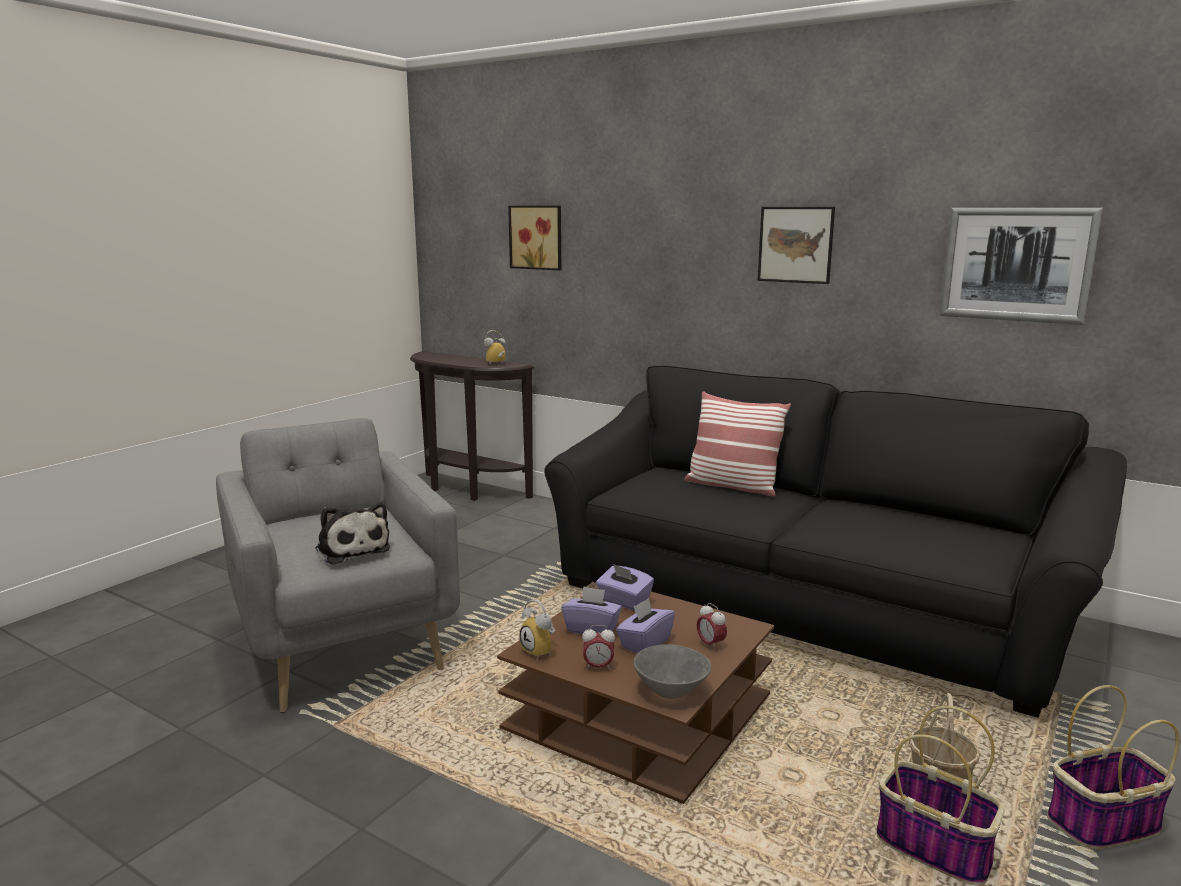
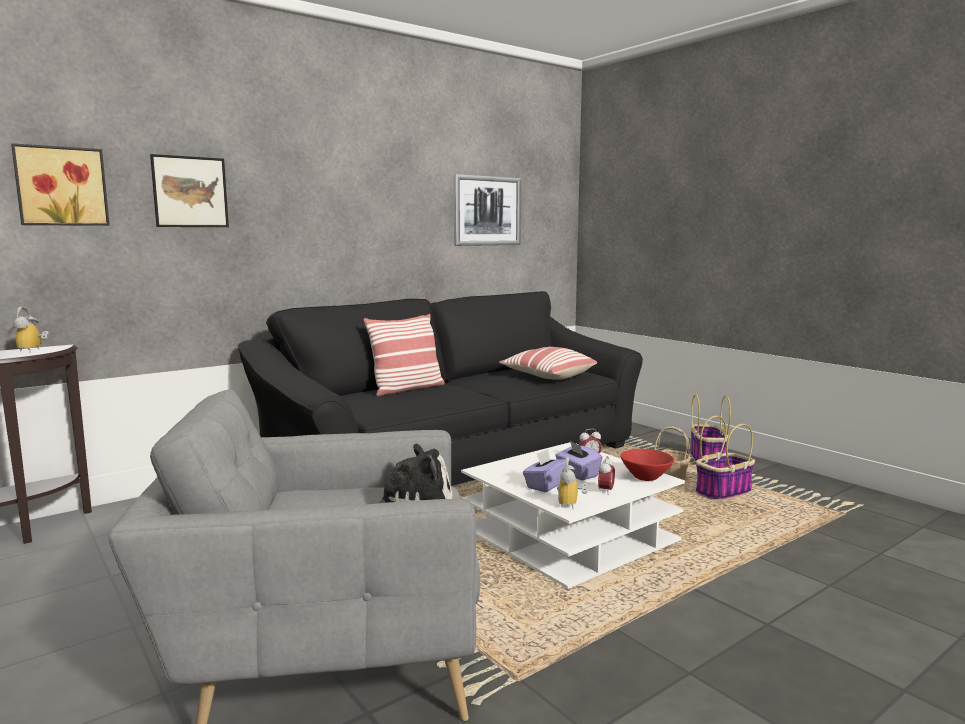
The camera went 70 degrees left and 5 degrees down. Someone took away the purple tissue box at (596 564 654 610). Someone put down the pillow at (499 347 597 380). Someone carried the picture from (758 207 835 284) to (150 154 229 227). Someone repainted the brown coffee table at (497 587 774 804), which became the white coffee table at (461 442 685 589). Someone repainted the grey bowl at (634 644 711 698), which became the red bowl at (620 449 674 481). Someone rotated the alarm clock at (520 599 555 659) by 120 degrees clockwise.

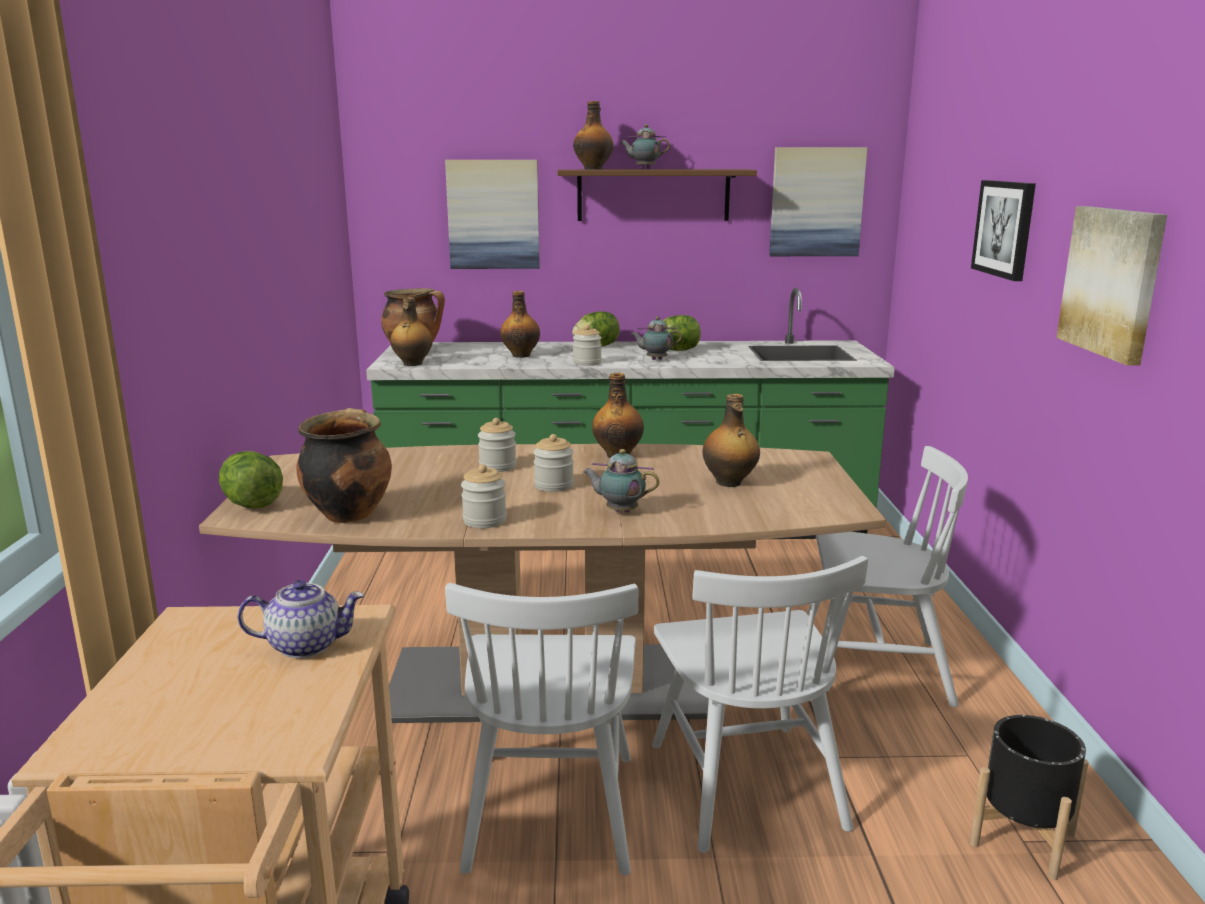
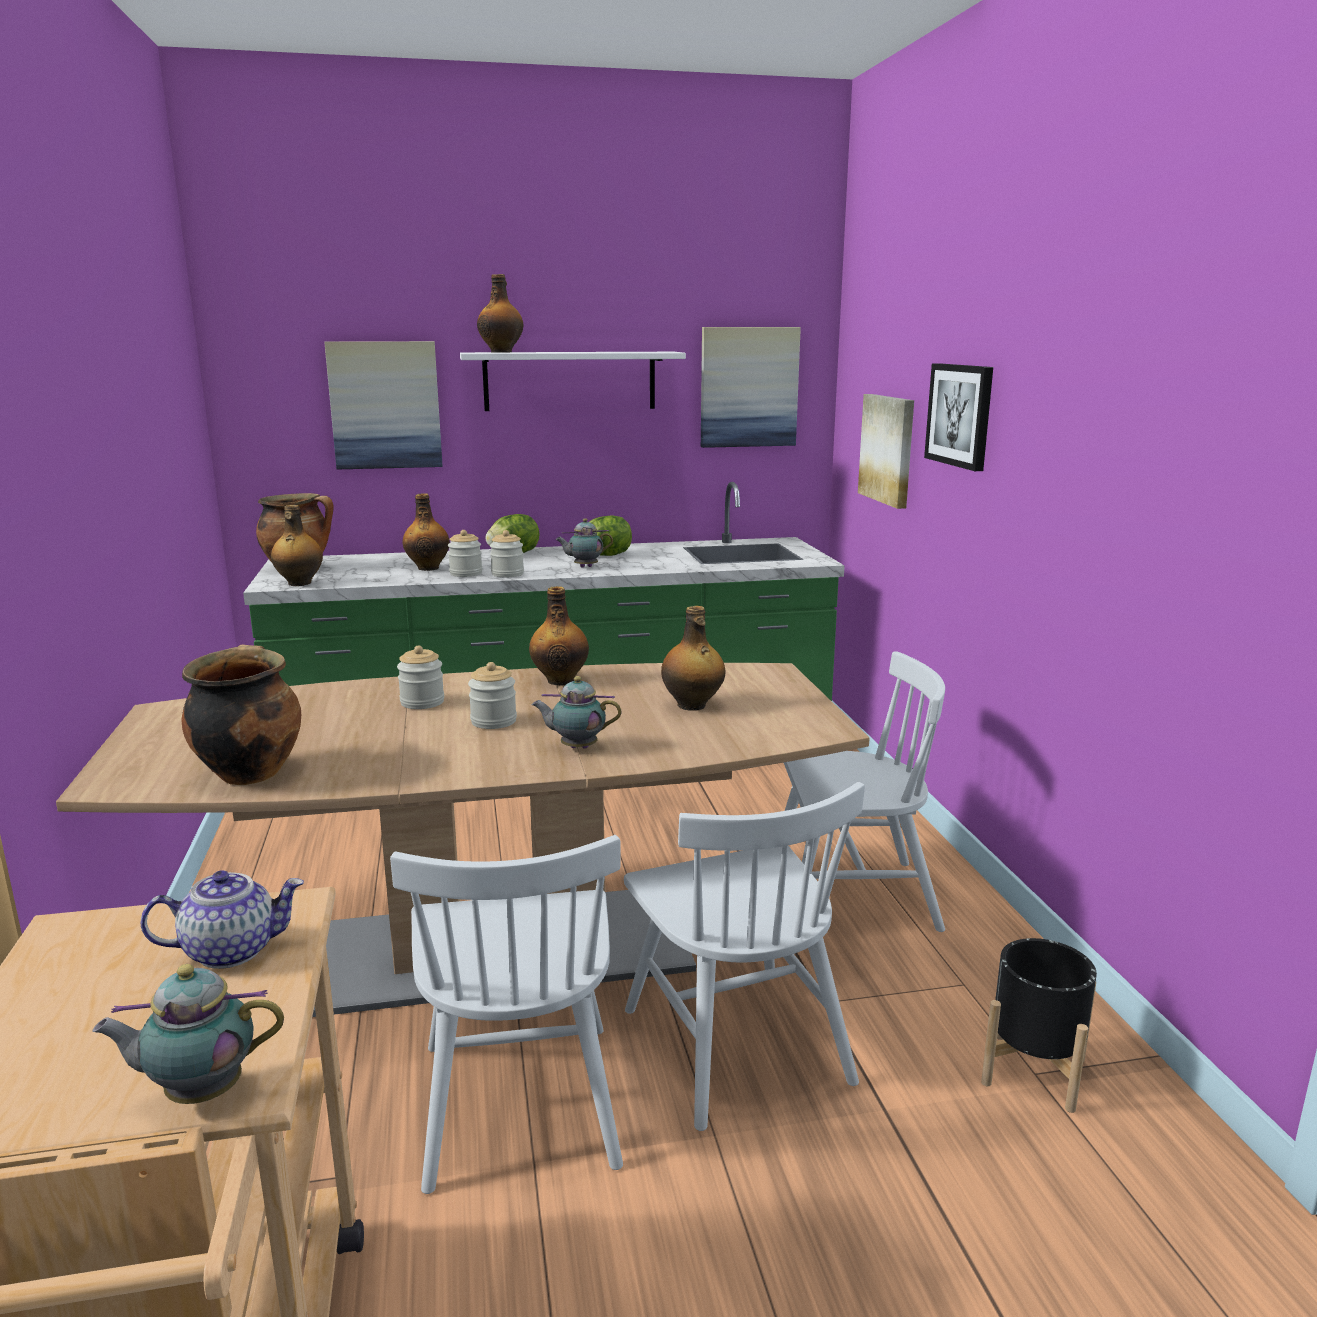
The camera went 10 degrees left and 0 degrees up. Someone took away the lettuce at (218 451 283 509). Someone carried the jar from (461 464 507 528) to (448 530 482 577). Someone carried the teapot from (620 124 670 169) to (92 964 284 1104). Someone carried the picture from (1056 206 1167 366) to (858 394 914 509). Someone repainted the brown shelf at (557 169 757 221), which became the white shelf at (460 352 686 411).

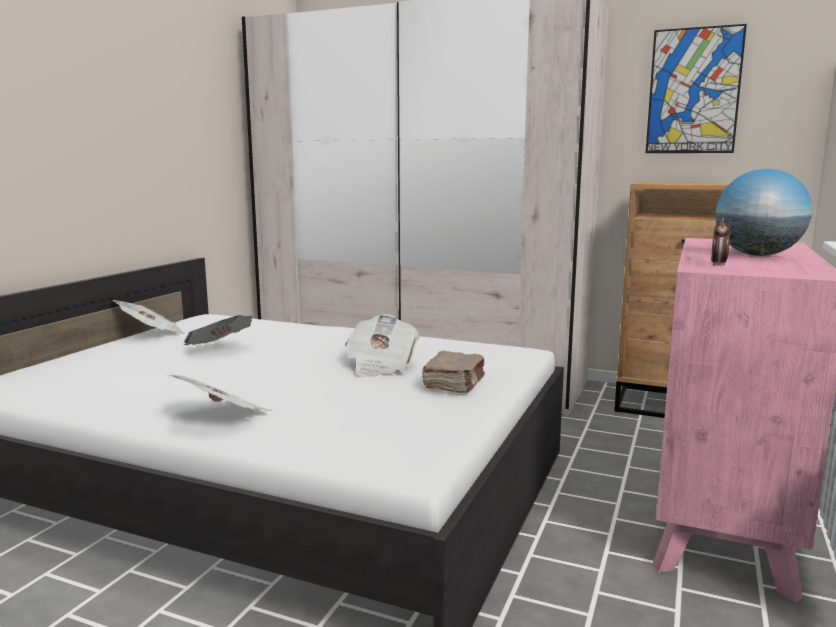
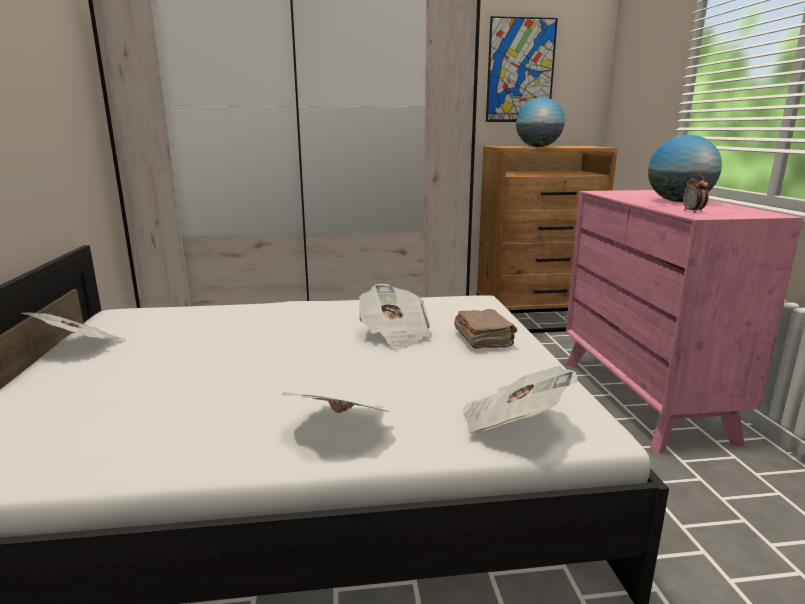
The camera went 30 degrees left and 5 degrees up. Someone put down the globe at (516 97 565 147). Someone carried the newspaper from (184 315 253 345) to (463 366 577 433).

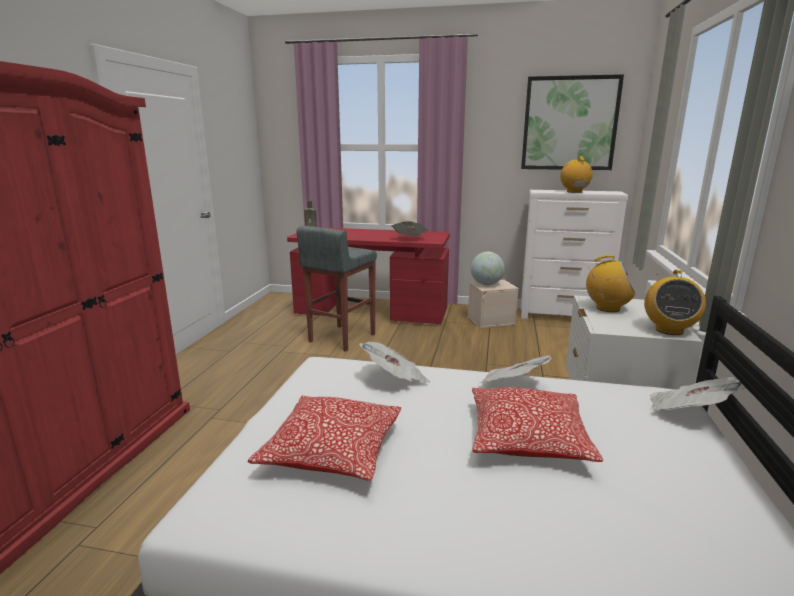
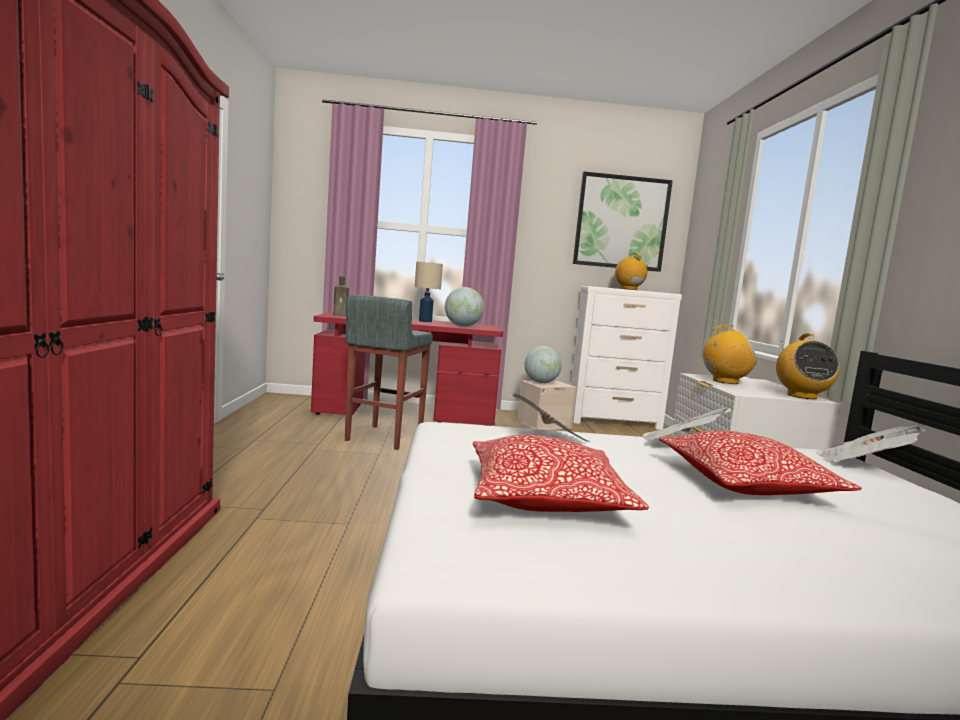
The camera went 15 degrees left and 10 degrees down. Someone put down the beige table lamp at (415 262 443 322). Someone swapped the newspaper at (392 221 427 236) for the globe at (445 287 484 327).

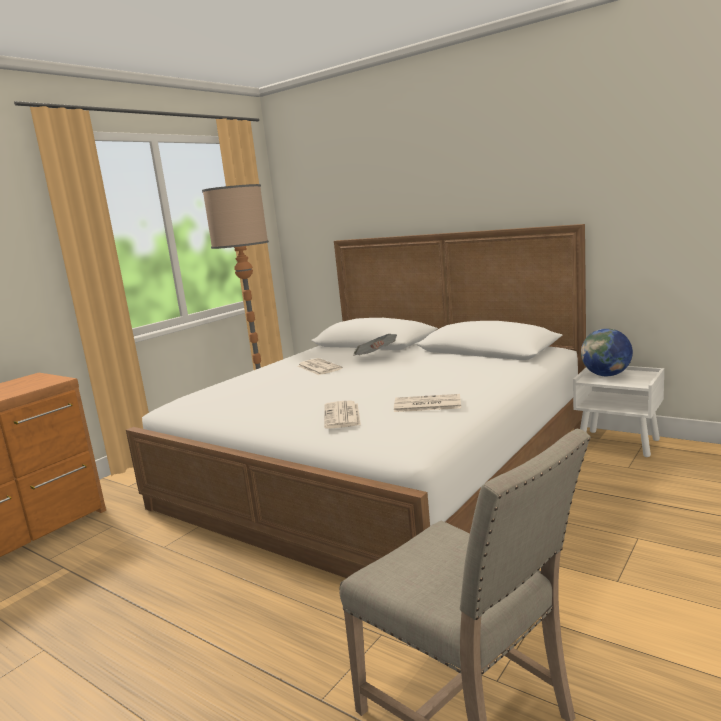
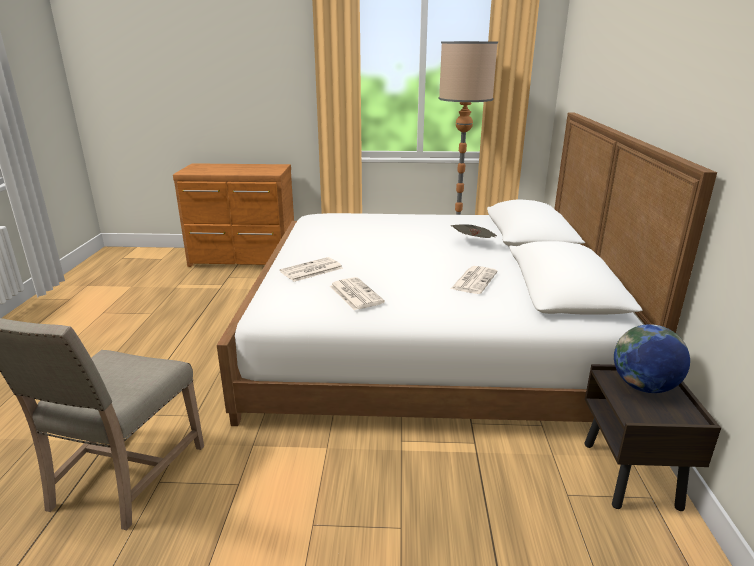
The camera went 55 degrees right and 10 degrees up. Someone carried the newspaper from (298 358 343 375) to (451 266 498 294). Someone repainted the white nightstand at (573 366 664 457), which became the brown nightstand at (585 364 721 511).

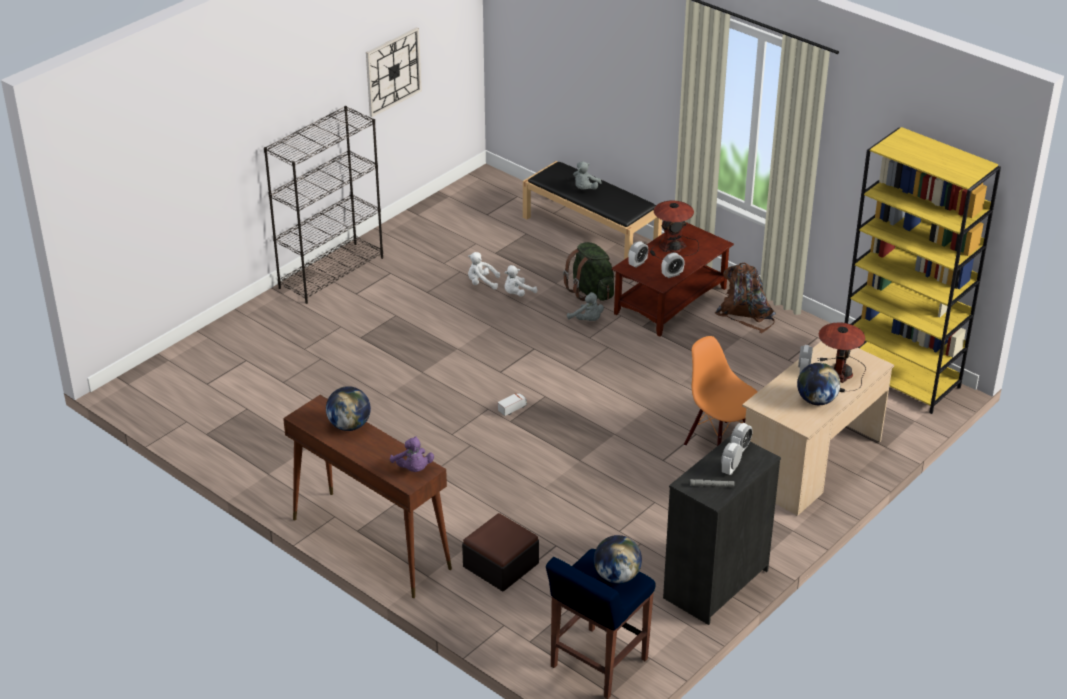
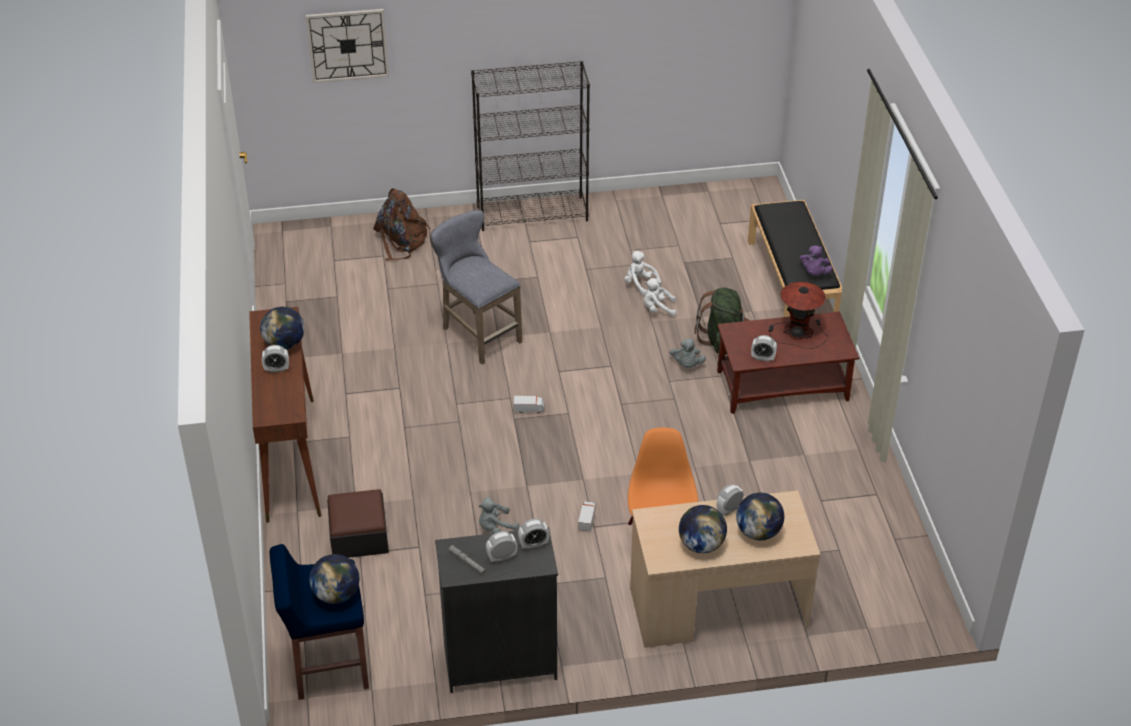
The camera went 40 degrees right and 5 degrees up. Someone took away the yellow bookcase at (845 127 1001 414). Someone put down the grey stool at (430 210 522 365). Someone put down the toy truck at (578 502 596 532). Someone carried the wall clock from (366 27 422 117) to (306 9 389 83). Someone carried the purple plush toy from (390 436 434 472) to (800 245 833 276). Someone carried the grey plush toy from (573 161 602 190) to (478 497 520 533). Someone carried the alarm clock from (628 241 648 268) to (262 345 289 373). Someone carried the brown backpack from (715 263 776 334) to (373 188 431 261). Someone swapped the table lamp at (817 323 866 392) for the globe at (736 492 784 540).

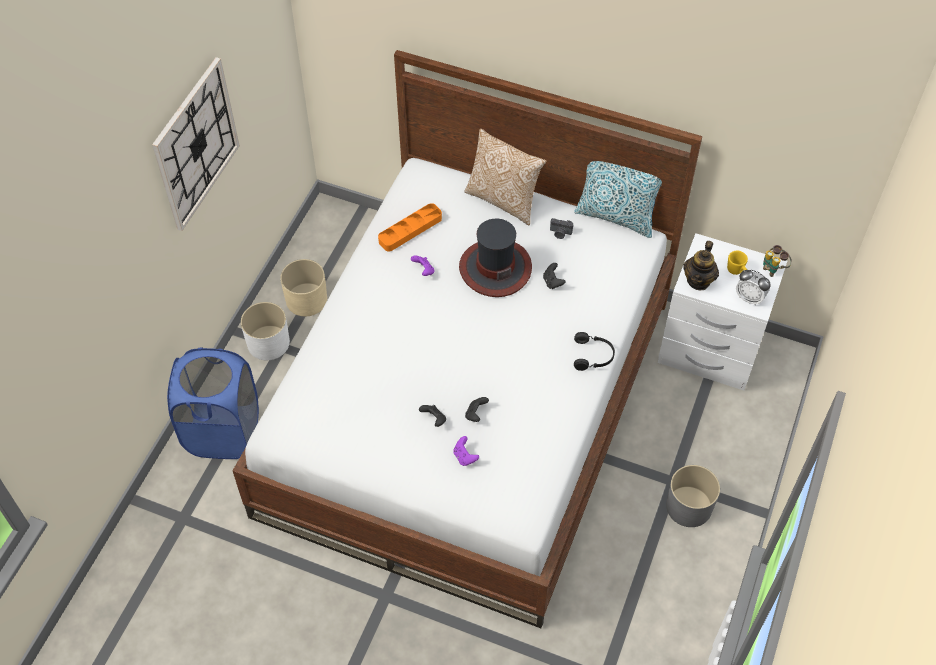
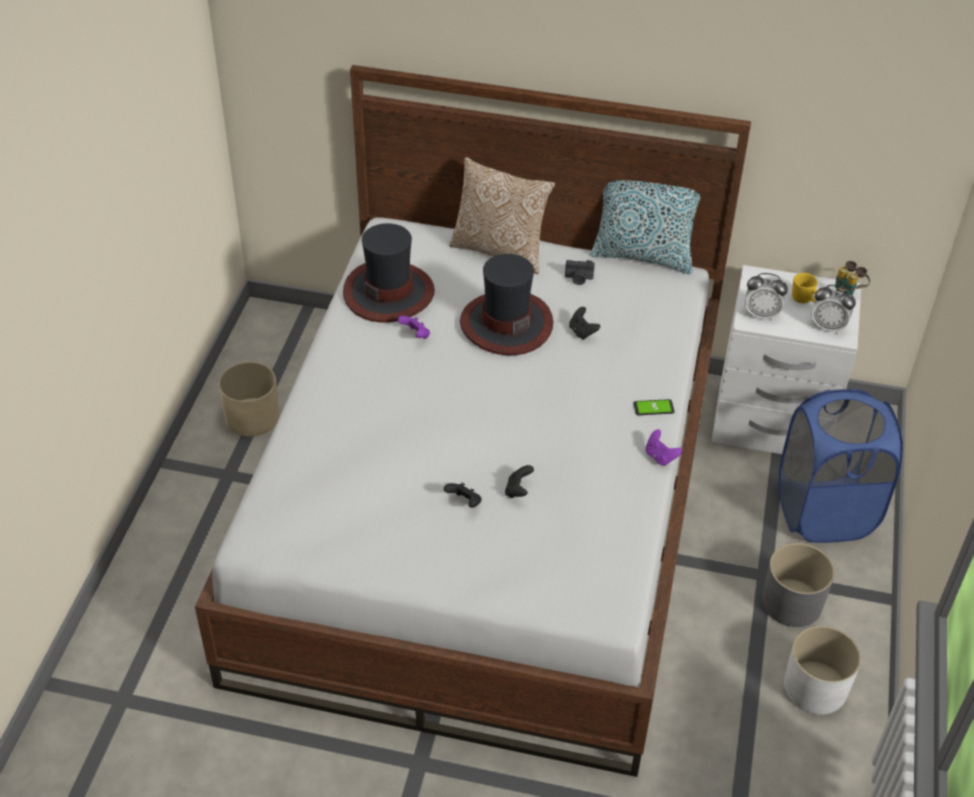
The camera went 10 degrees left and 10 degrees down. Someone took away the wall clock at (152 57 240 231). Someone carried the blue laundry basket from (167 347 259 459) to (778 389 903 543). Someone carried the white planter from (241 302 290 360) to (784 626 861 714). Someone carried the purple game controller from (454 436 479 466) to (646 430 682 466). Someone swapped the orange tray at (378 203 442 251) for the hat at (343 223 435 322). Someone swapped the black headphones at (574 332 615 371) for the phone at (633 399 674 415). Someone swapped the teapot at (683 241 719 290) for the alarm clock at (745 273 788 321).

